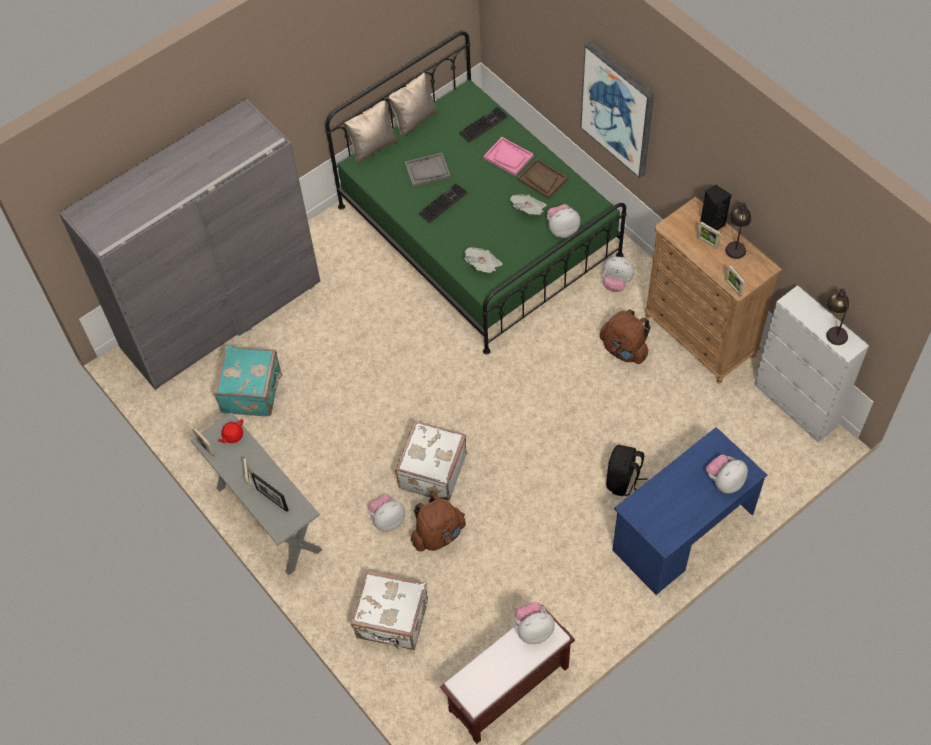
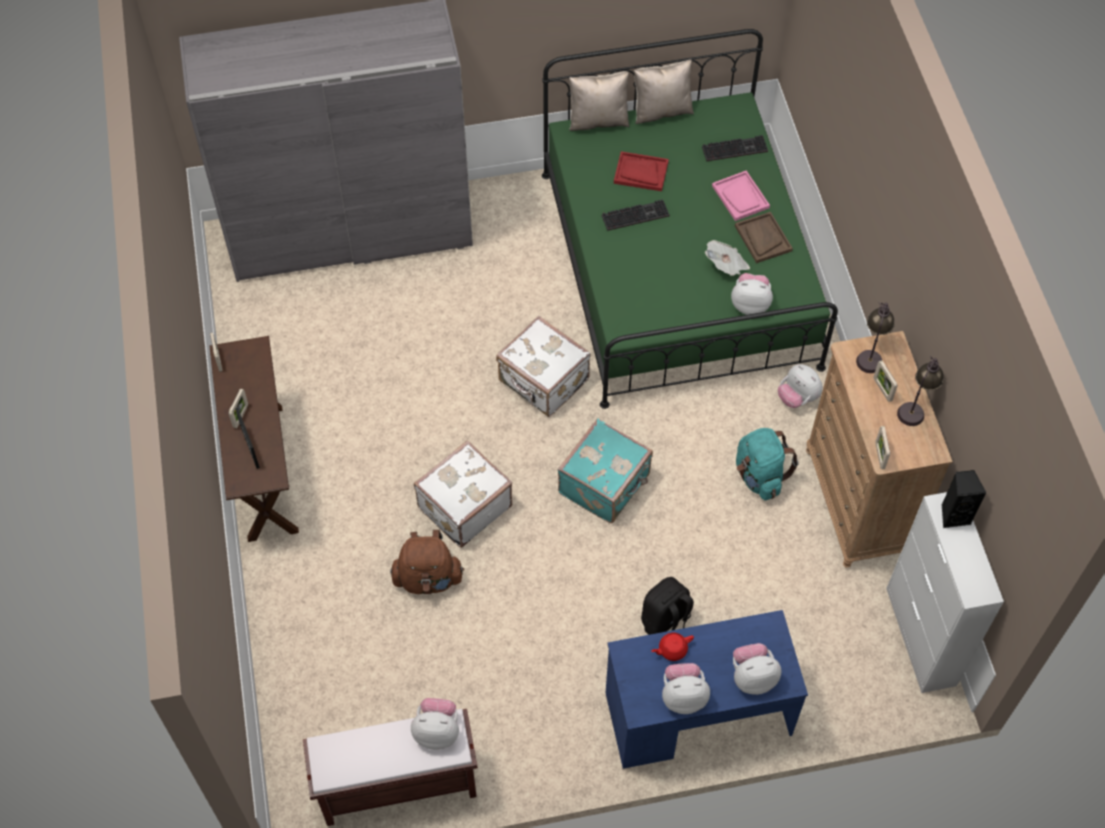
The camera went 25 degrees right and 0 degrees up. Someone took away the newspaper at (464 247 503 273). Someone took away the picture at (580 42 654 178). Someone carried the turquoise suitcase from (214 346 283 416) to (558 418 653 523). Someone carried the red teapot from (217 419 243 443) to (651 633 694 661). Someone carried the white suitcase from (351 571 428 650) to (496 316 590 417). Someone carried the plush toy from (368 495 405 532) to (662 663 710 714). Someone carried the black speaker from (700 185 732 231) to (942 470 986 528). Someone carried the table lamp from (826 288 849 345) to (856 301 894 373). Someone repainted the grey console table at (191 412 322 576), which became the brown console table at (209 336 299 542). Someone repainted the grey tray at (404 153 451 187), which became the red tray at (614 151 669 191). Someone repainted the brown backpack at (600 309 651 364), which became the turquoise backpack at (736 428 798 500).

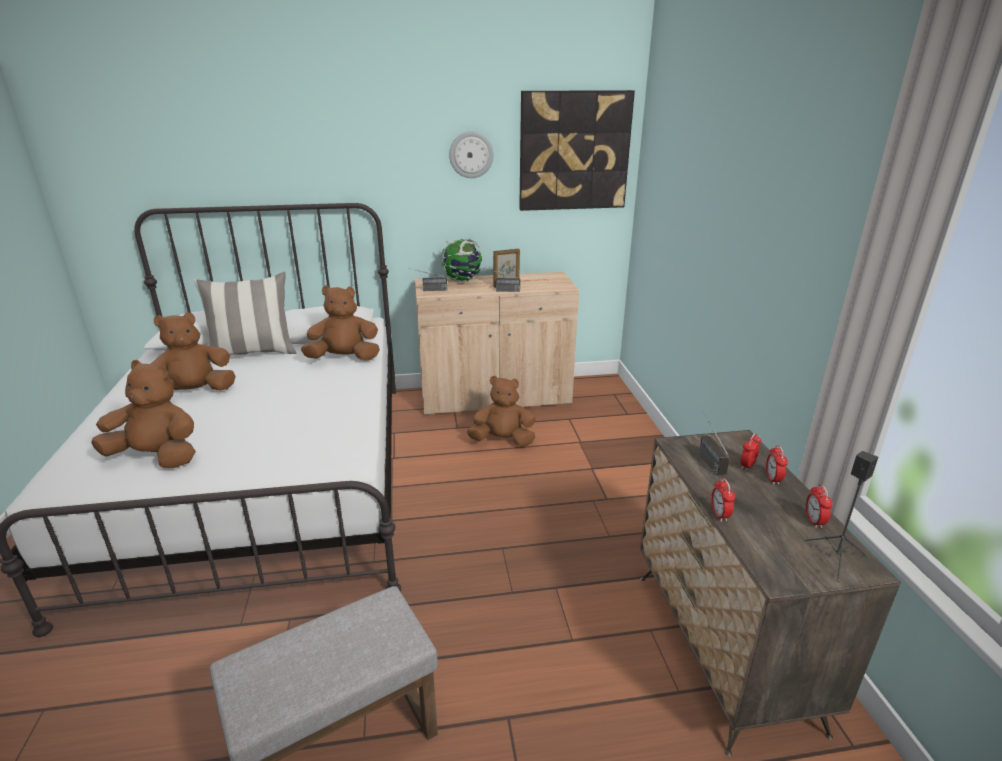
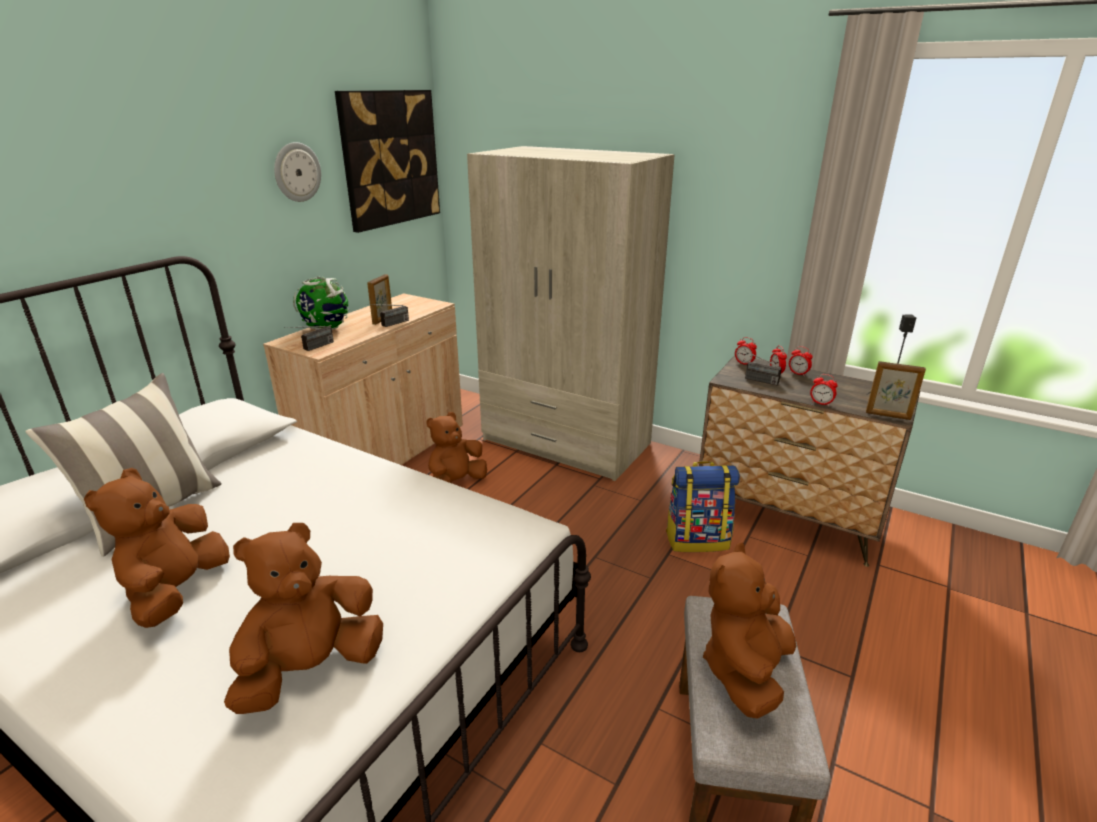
The camera went 50 degrees left and 0 degrees up. Someone put down the beige wardrobe at (467 146 675 481). Someone put down the backpack at (666 461 740 552). Someone put down the picture frame at (866 361 926 420). Someone carried the brown plush toy from (301 286 380 360) to (703 543 796 719). Someone carried the alarm clock from (806 484 833 528) to (735 337 757 365).

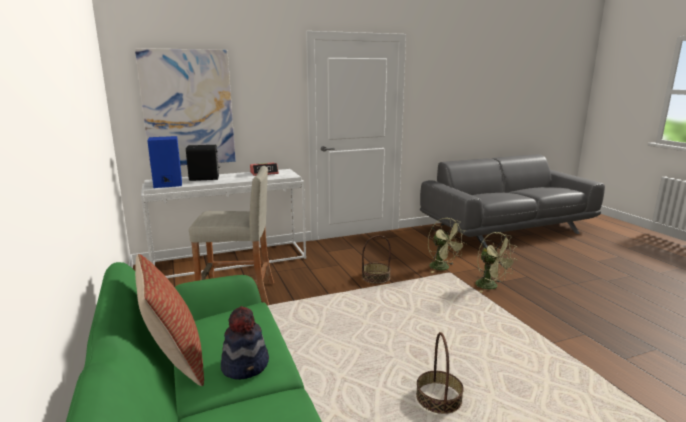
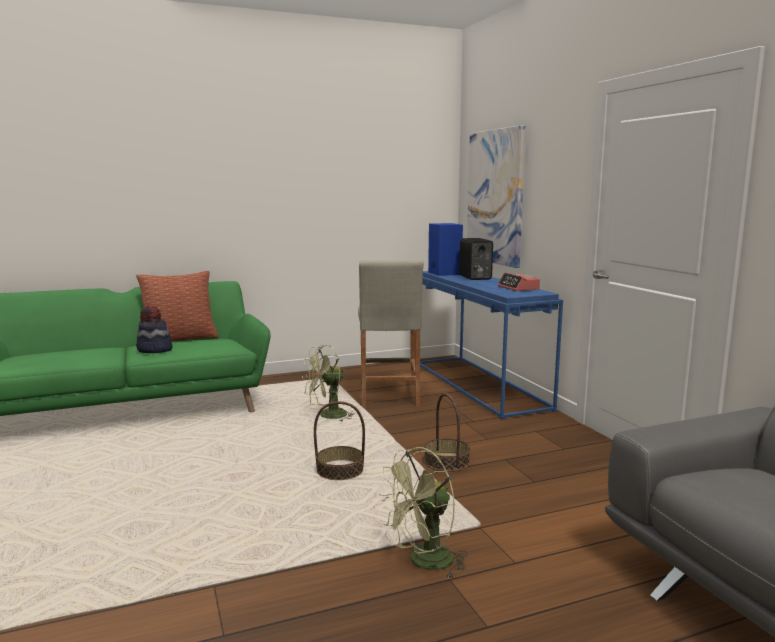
The camera went 90 degrees right and 5 degrees down. Someone carried the basket from (416 332 464 414) to (314 401 365 480). Someone carried the green fan from (428 218 467 273) to (302 345 354 422). Someone repainted the white console table at (141 169 306 278), which became the blue console table at (420 271 563 420).

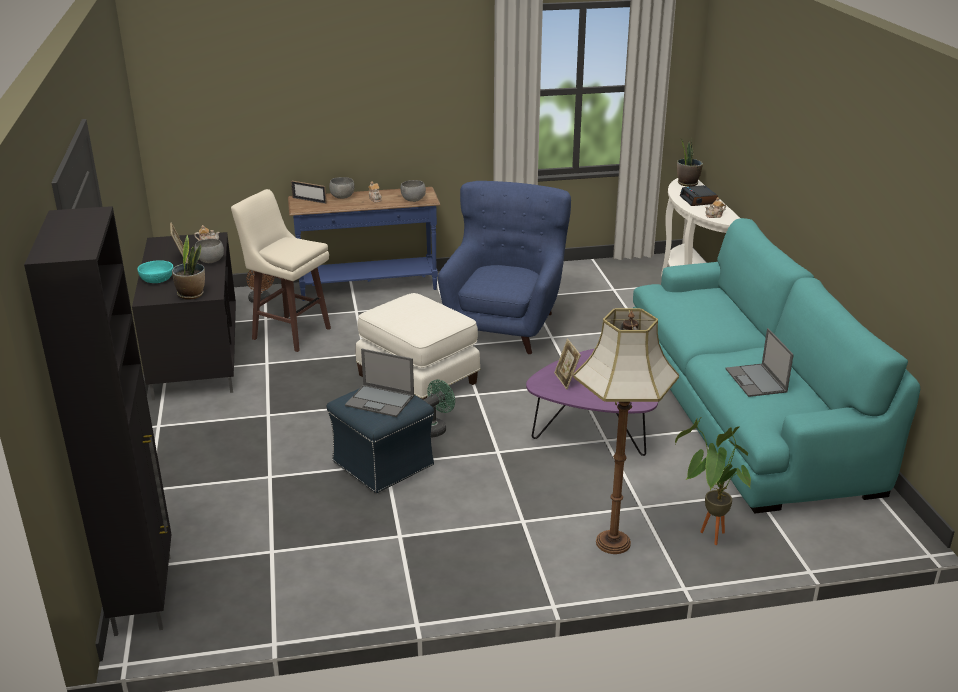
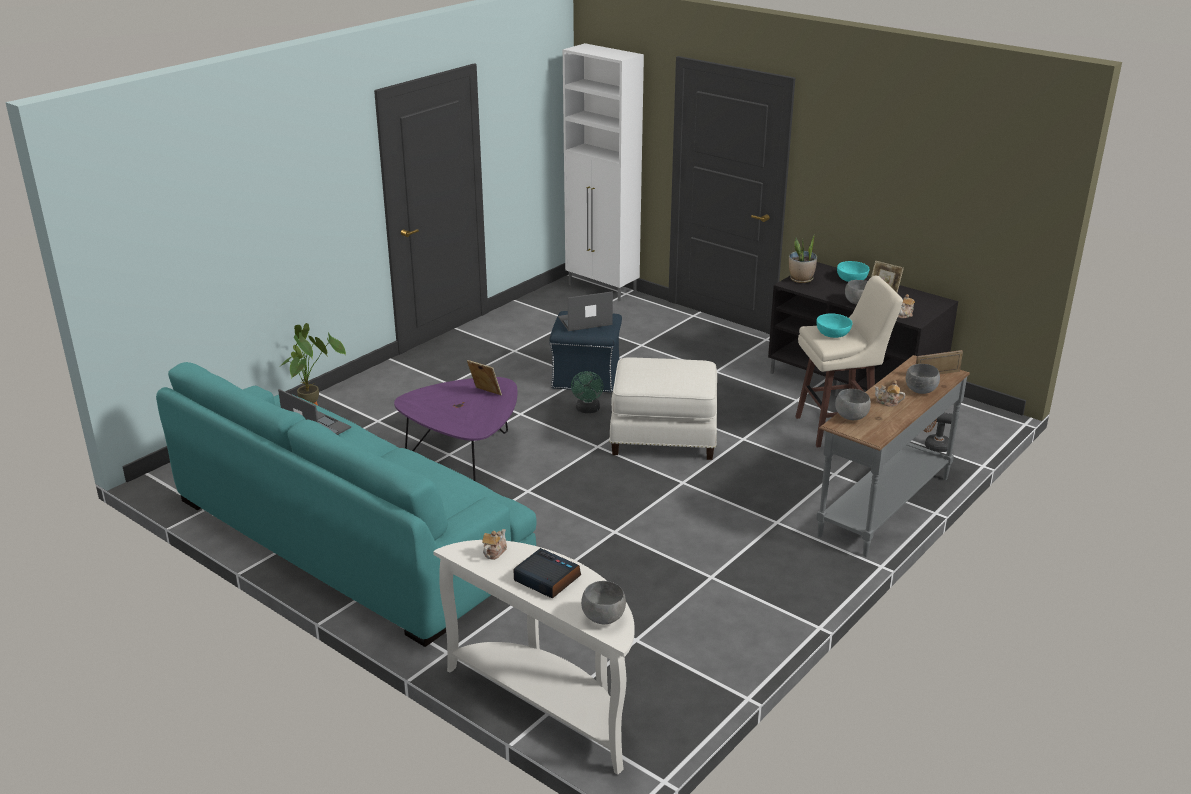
The camera went 140 degrees right and 0 degrees up. Someone took away the blue armchair at (438 181 571 354). Someone took away the floor lamp at (573 308 679 554). Someone put down the turquoise bowl at (816 313 853 338). Someone swapped the potted plant at (677 137 703 187) for the grey bowl at (581 581 626 624). Someone repainted the black cabinet at (24 206 172 636), which became the white cabinet at (563 43 644 301). Someone repainted the blue console table at (288 187 440 301), which became the grey console table at (816 355 970 557).

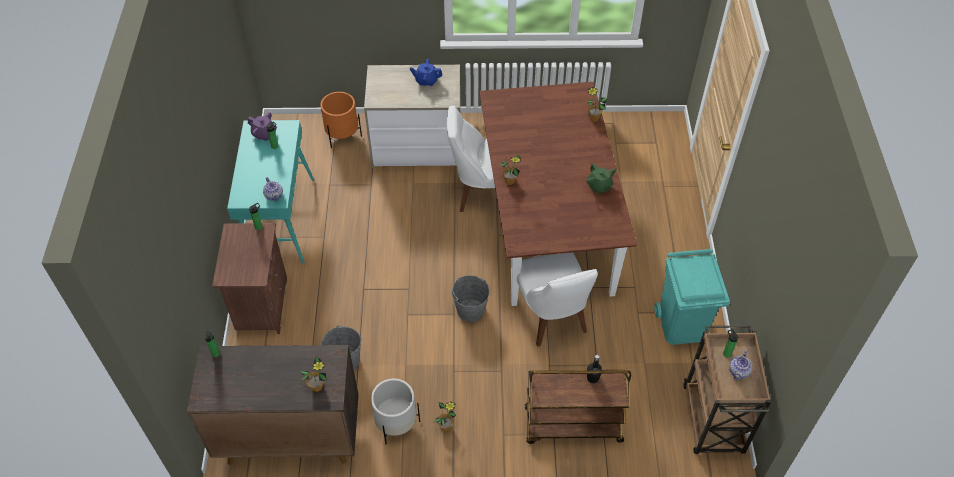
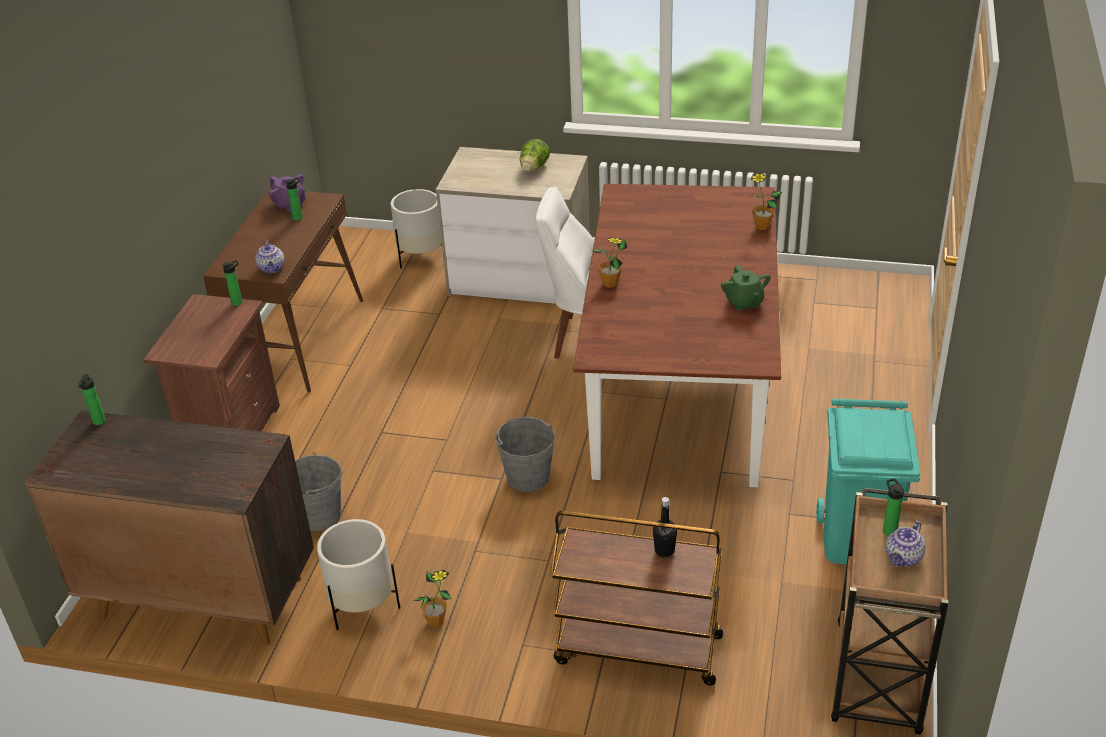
The camera went 15 degrees right and 15 degrees down. Someone took away the potted plant at (301 356 326 392). Someone took away the white chair at (517 252 597 347). Someone swapped the blue teapot at (410 59 442 86) for the lettuce at (520 139 550 171). Someone repainted the turquoise console table at (227 120 314 264), which became the brown console table at (203 189 363 392). Someone repainted the orange planter at (320 92 362 148), which became the white planter at (391 189 442 268).

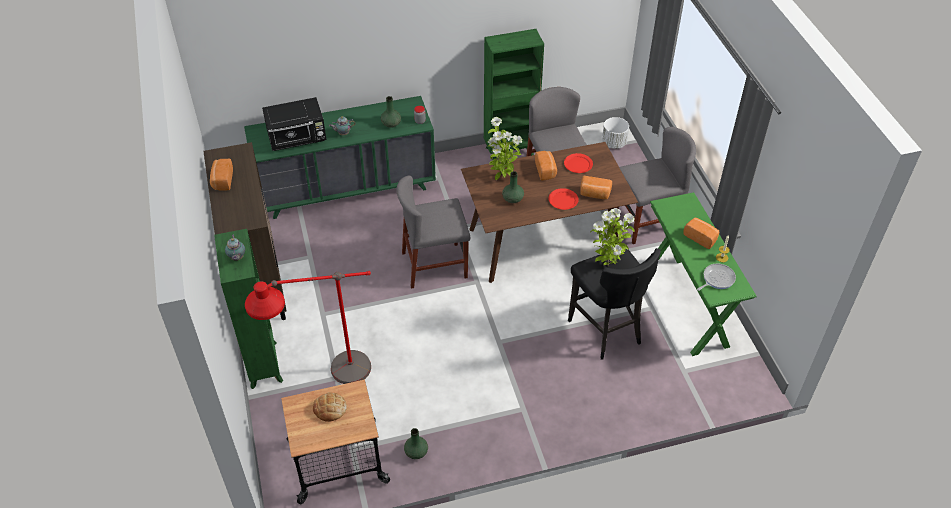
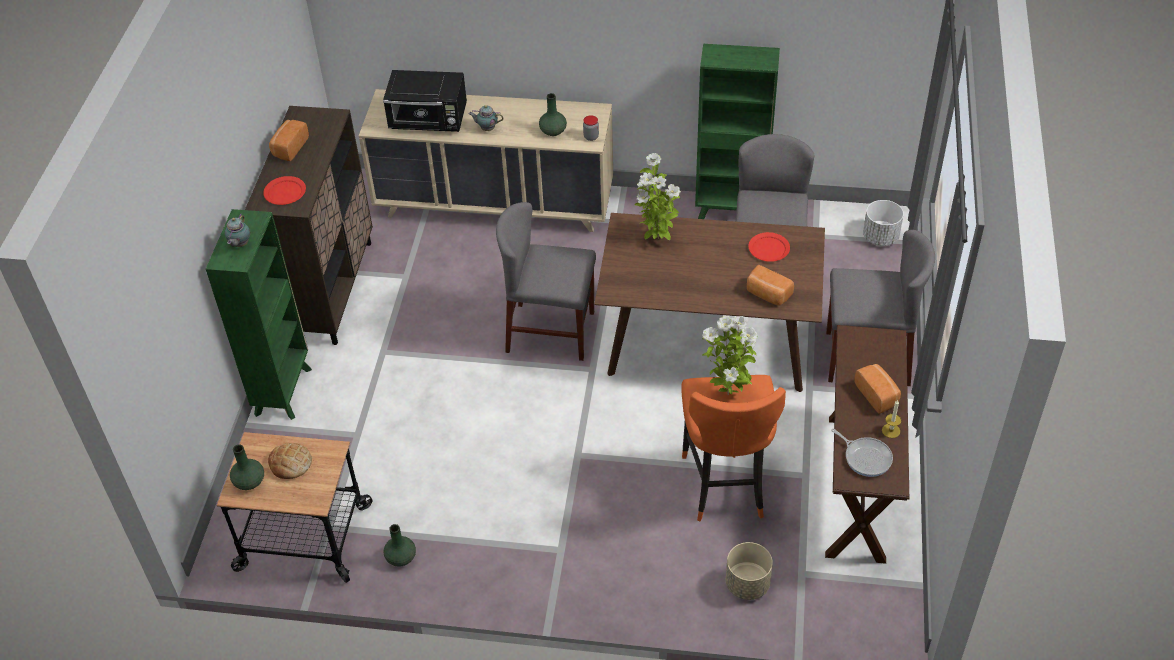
The camera went 25 degrees right and 0 degrees up. Someone took away the red floor lamp at (245 271 371 384). Someone took away the bread at (535 151 557 181). Someone put down the beige planter at (726 542 773 600). Someone carried the green vase from (502 171 524 203) to (230 444 264 490). Someone carried the red plate from (548 188 579 210) to (263 176 306 205). Someone repainted the green dresser at (244 96 436 219), which became the beige dresser at (359 89 613 232). Someone repainted the black stool at (568 248 661 359), which became the orange stool at (681 375 786 522). Someone repainted the green console table at (650 192 757 356), which became the brown console table at (825 325 909 564). Someone rotated the frying pan at (697 264 736 291) by 60 degrees clockwise.

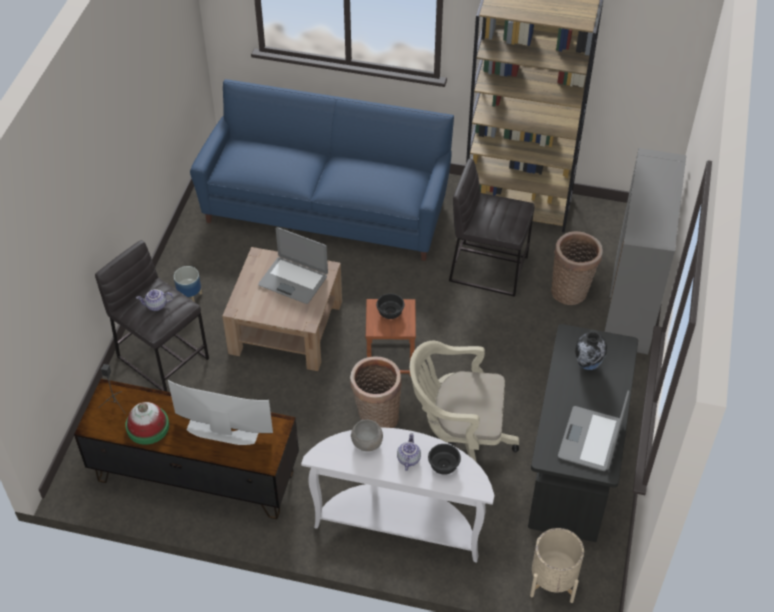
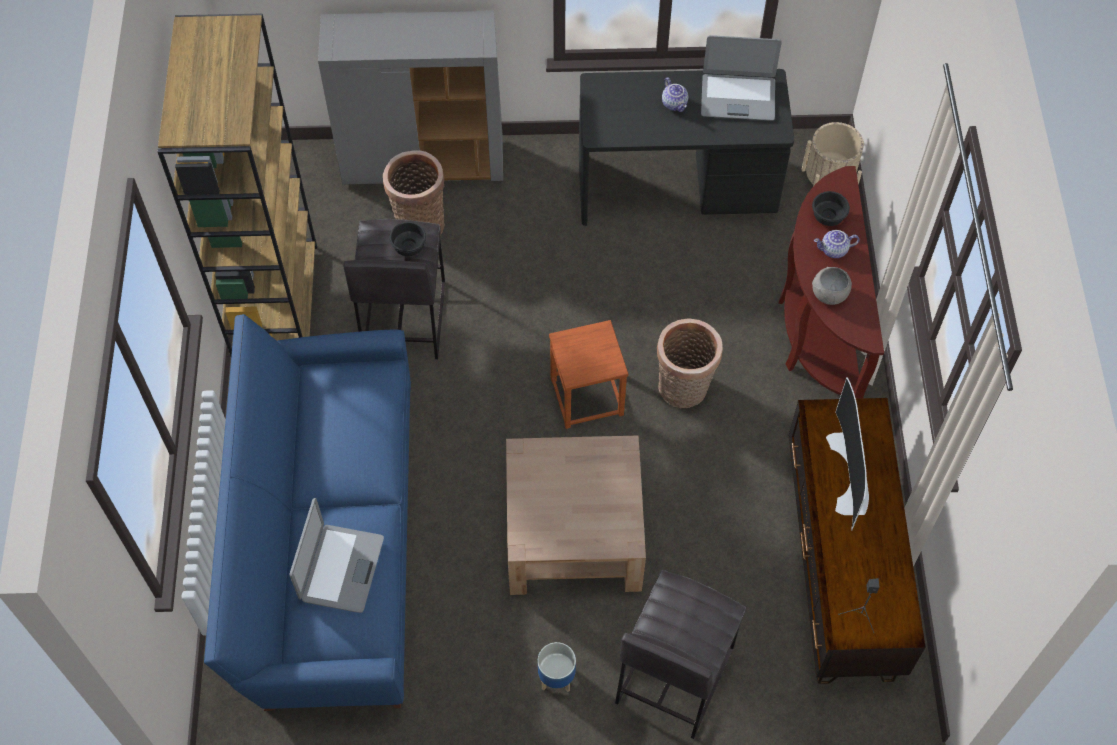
The camera went 105 degrees left and 10 degrees up. Someone took away the hat at (125 402 169 445). Someone took away the beige office chair at (410 341 519 463). Someone took away the vase at (575 332 607 370). Someone carried the teapot from (136 289 173 311) to (662 78 688 112). Someone carried the laptop from (258 227 328 304) to (290 498 384 613). Someone carried the black bowl from (376 293 405 319) to (389 222 426 256). Someone repainted the white console table at (301 427 494 563), which became the brown console table at (779 166 884 399).

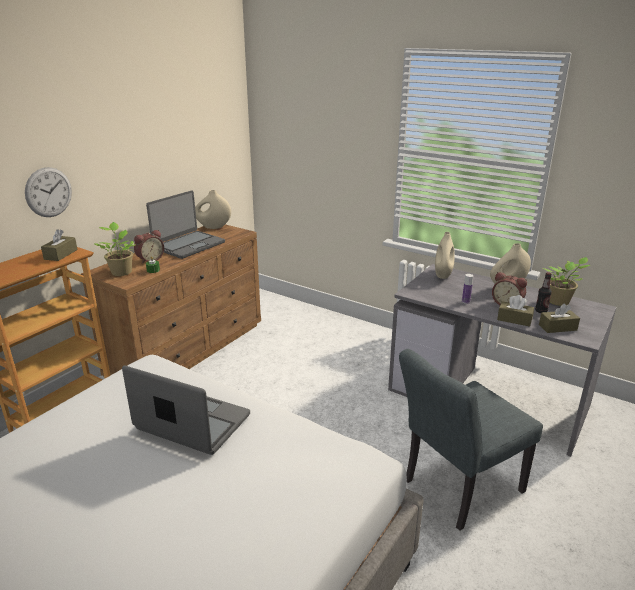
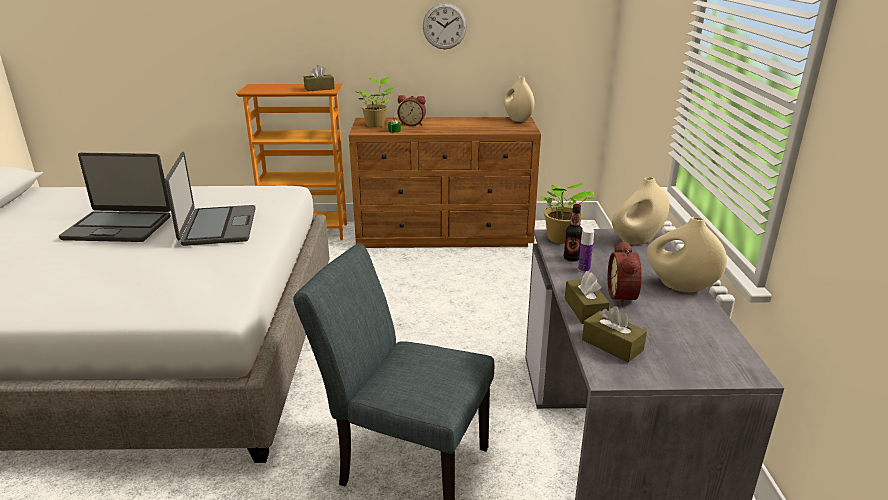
The camera went 55 degrees right and 0 degrees up. Someone carried the wall clock from (25 167 72 217) to (423 3 467 49). Someone carried the laptop from (146 190 225 259) to (59 153 171 242). Someone carried the bottle from (535 272 552 313) to (564 204 583 262). Someone carried the potted plant from (543 257 590 306) to (541 184 596 244).

